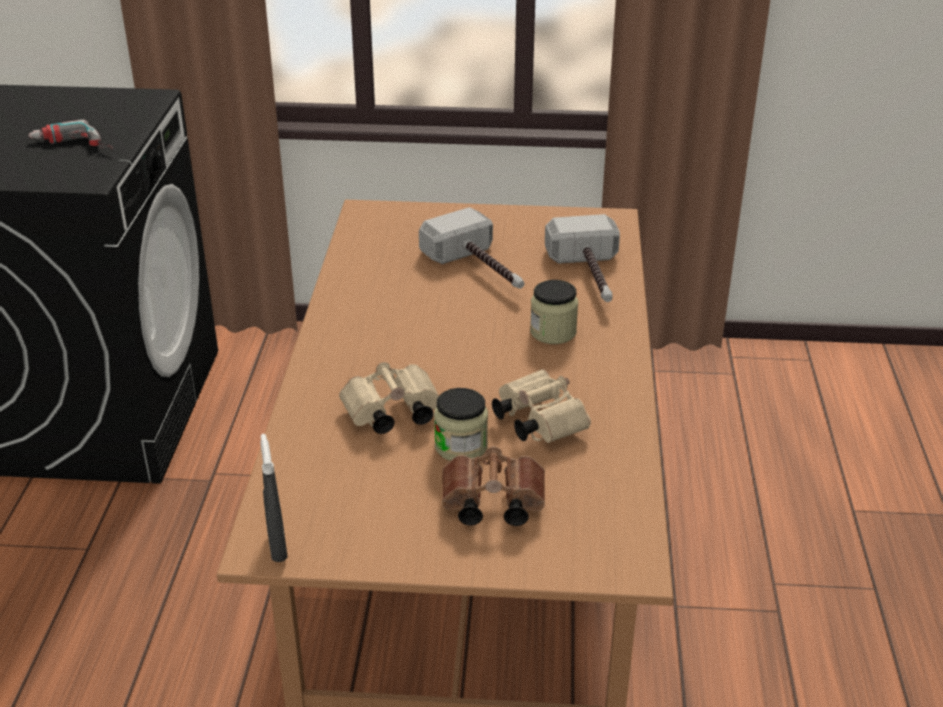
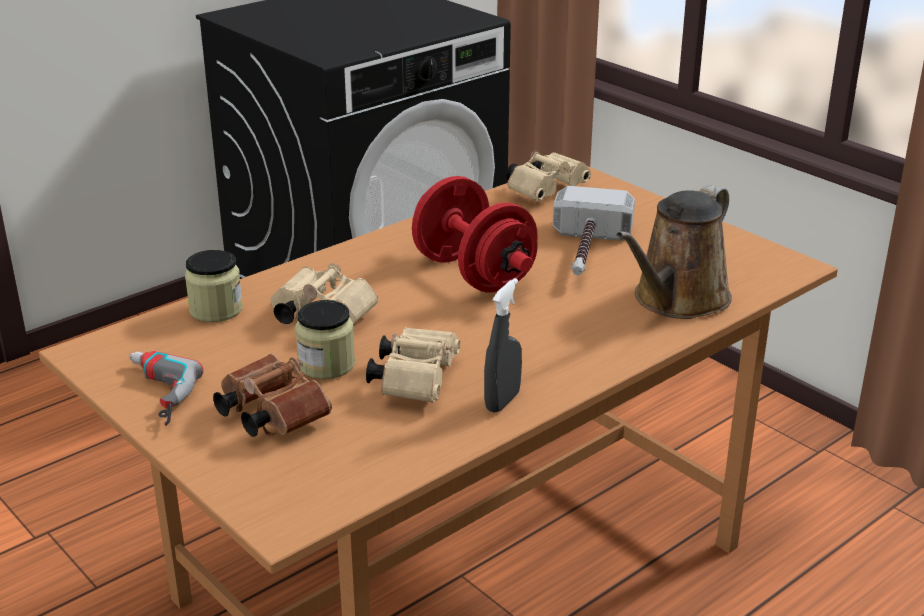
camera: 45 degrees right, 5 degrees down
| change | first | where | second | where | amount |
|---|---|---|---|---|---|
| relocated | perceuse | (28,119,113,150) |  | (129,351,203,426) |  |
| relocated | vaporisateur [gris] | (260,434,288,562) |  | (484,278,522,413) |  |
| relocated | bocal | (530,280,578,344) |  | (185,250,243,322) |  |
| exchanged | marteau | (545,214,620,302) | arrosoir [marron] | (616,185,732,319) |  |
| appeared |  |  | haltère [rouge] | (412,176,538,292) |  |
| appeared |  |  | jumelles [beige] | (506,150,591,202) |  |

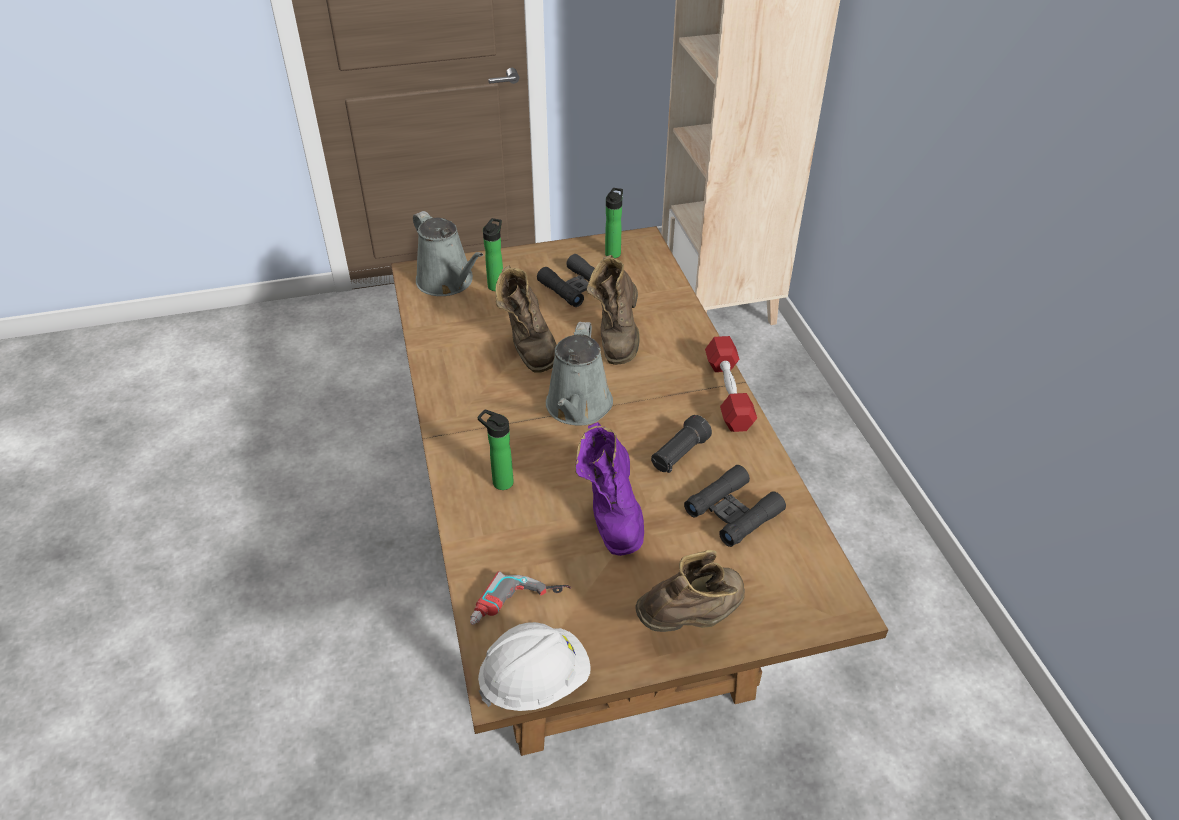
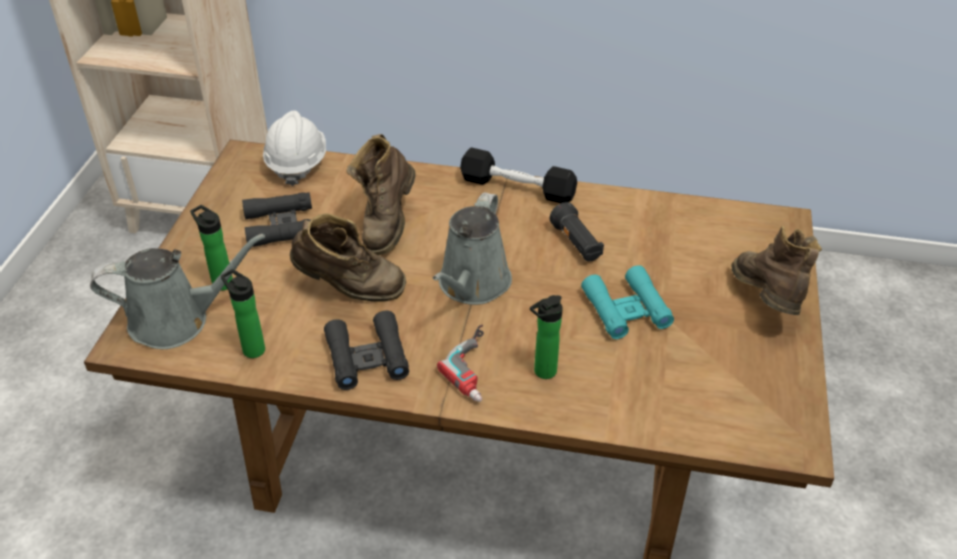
camera: 65 degrees left, 0 degrees up
| change | first | where | second | where | amount |
|---|---|---|---|---|---|
| relocated | perceuse | (470,571,572,625) |  | (437,325,484,402) |  |
| relocated | casque de chantier [blanc] | (478,622,591,711) |  | (263,110,326,186) |  |
| spun | arrosoir [gris] | (546,322,613,426) |  | (433,192,512,305) | 75 degrees clockwise |
| exchanged | botte [violet] | (575,422,644,556) | jumelles [turquoise] | (581,265,674,339) |  |
| spun | botte [marron] | (587,255,640,365) |  | (347,134,416,255) | 75 degrees clockwise |
| relocated | bouteille | (605,188,623,258) |  | (221,269,265,358) |  |
| relocated | jumelles [noir] | (684,465,786,547) |  | (324,310,409,390) |  |
| colour | haltère [rouge] | (705,336,757,432) | haltère [noir] | (460,147,577,203) |  |

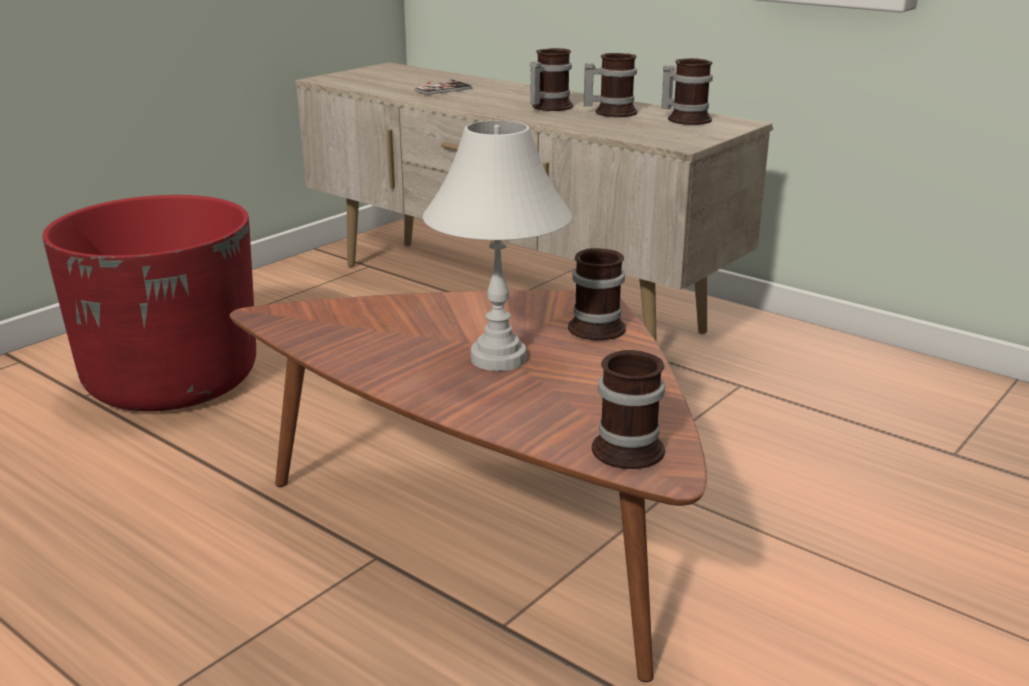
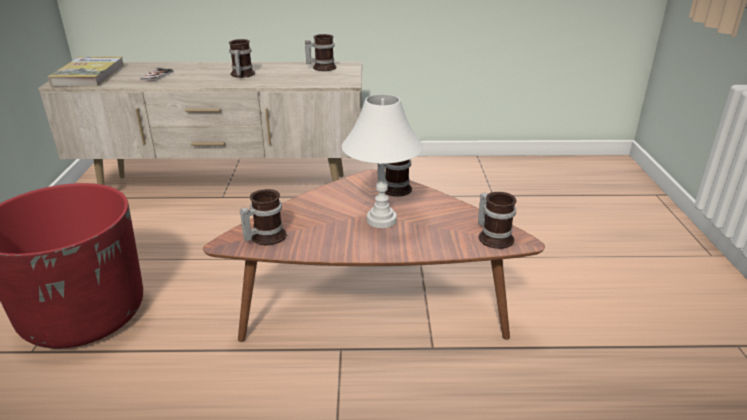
camera: 40 degrees left, 5 degrees up
| change | first | where | second | where | amount |
|---|---|---|---|---|---|
| relocated | mug | (584,53,637,117) |  | (240,189,287,245) |  |
| appeared |  |  | livre | (48,57,125,87) |  |

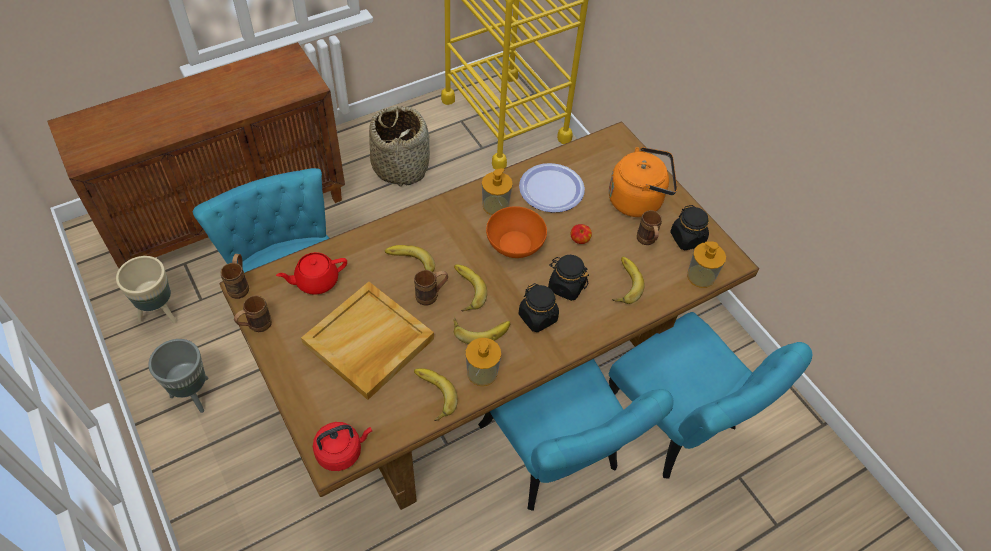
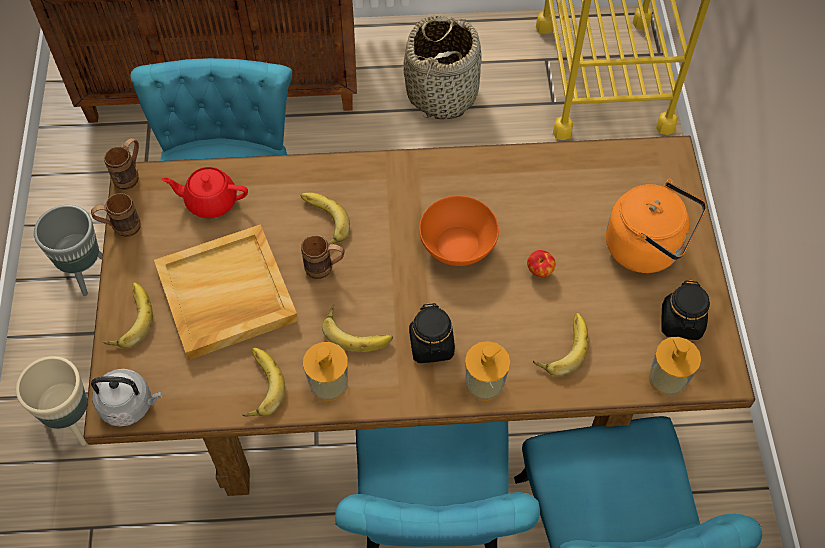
camera: 30 degrees right, 5 degrees up
| change | first | where | second | where | amount |
|---|---|---|---|---|---|
| relocated | cache-pot [beige] | (116,256,177,324) |  | (16,356,88,446) |  |
| colour | bouilloire [rouge] | (313,422,372,471) | bouilloire [gris] | (91,369,162,427) |  |
| relocated | banane | (454,264,487,311) |  | (103,282,153,348) |  |
| relocated | distributeur de savon | (482,168,513,215) |  | (465,341,510,401) |  |
| missing | assiette | (519,163,585,213) |  |  |  |
| missing | bocal [noir] | (548,255,589,301) |  |  |  |
| missing | mug [marron] | (637,210,662,245) |  |  |  |

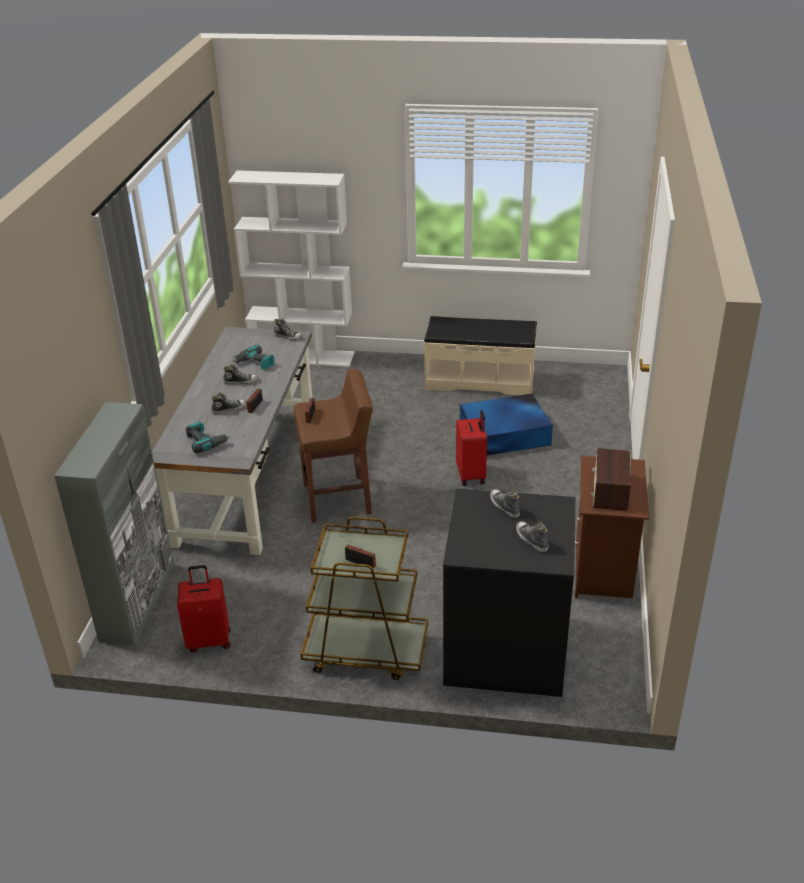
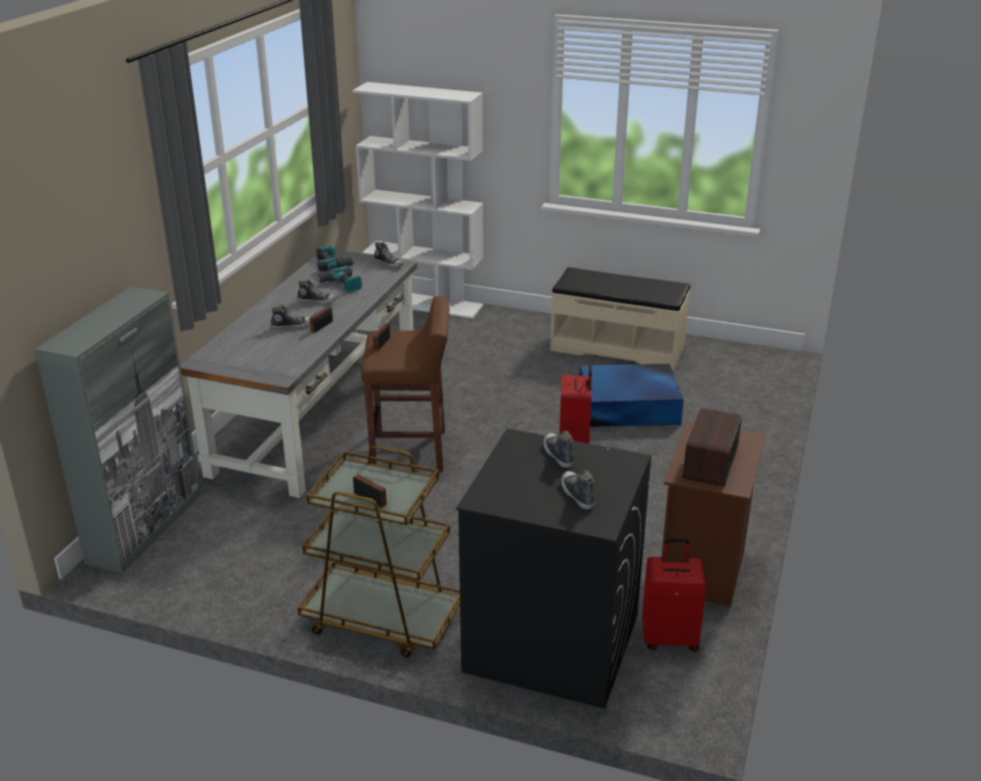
camera: 10 degrees right, 5 degrees down
| change | first | where | second | where | amount |
|---|---|---|---|---|---|
| relocated | valise [rouge] | (177,565,230,652) |  | (642,538,706,652) |  |
| relocated | perceuse | (186,422,230,454) |  | (316,246,357,271) |  |

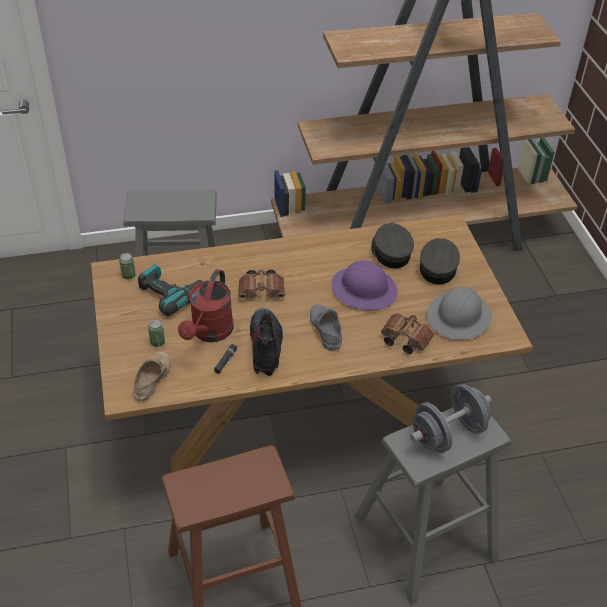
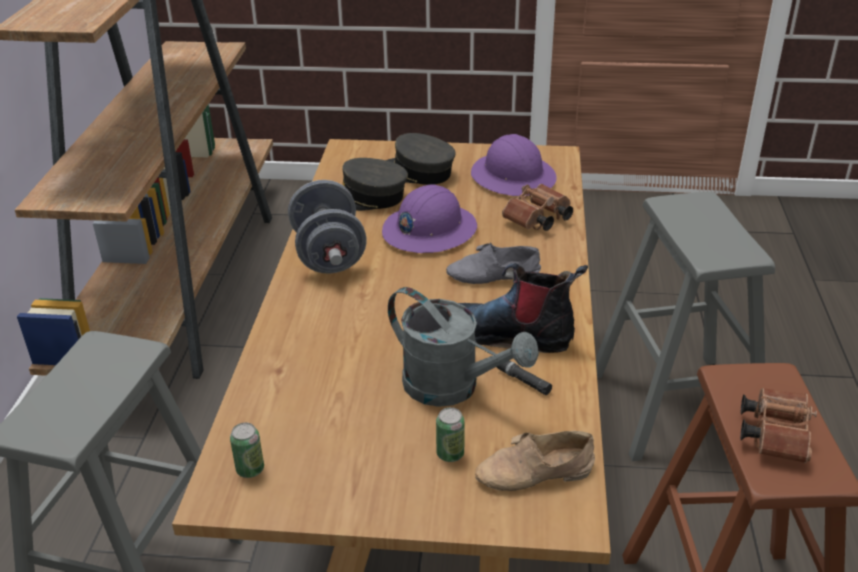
camera: 70 degrees left, 10 degrees down
| change | first | where | second | where | amount |
|---|---|---|---|---|---|
| spun | chaussure [beige] | (133,351,171,401) |  | (475,431,595,491) | 45 degrees counterclockwise |
| missing | perceuse | (138,264,205,316) |  |  |  |
| colour | arrosoir [rouge] | (178,269,233,342) | arrosoir [gris] | (388,287,539,407) |  |
| relocated | jumelles [marron] | (238,269,285,299) |  | (740,388,817,463) |  |
| relocated | haltère [gris] | (410,384,492,453) |  | (288,180,367,274) |  |
| colour | casque de chantier [gris] | (427,286,492,340) | casque de chantier [violet] | (471,134,557,196) |  |

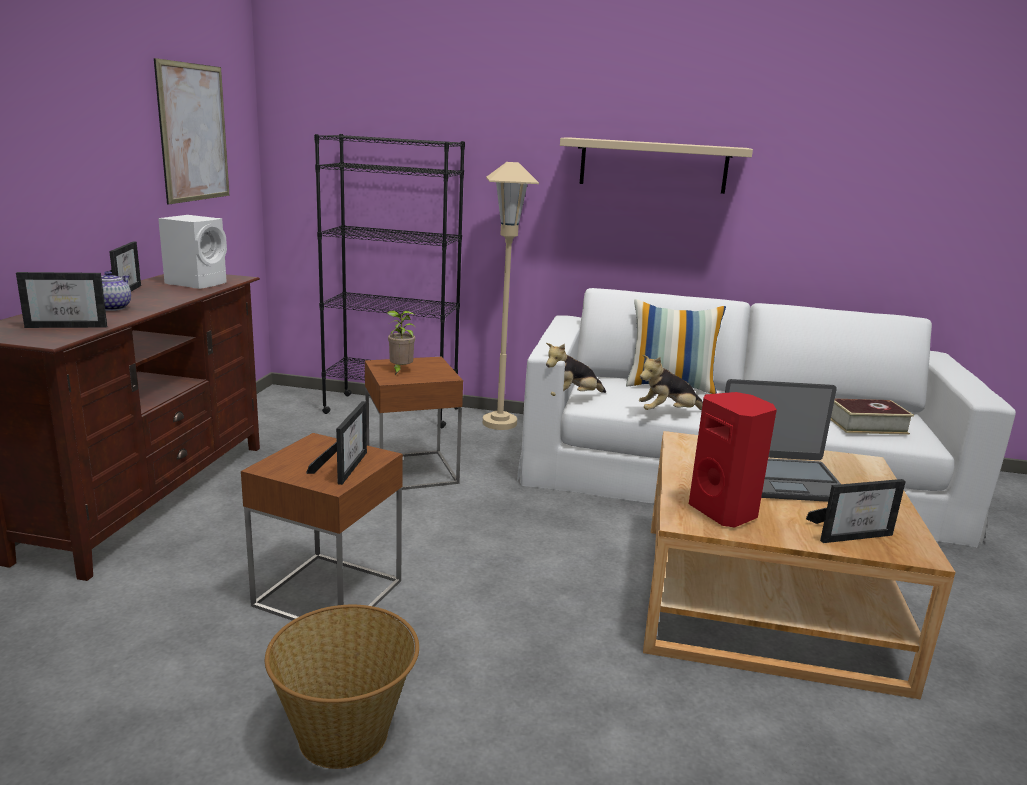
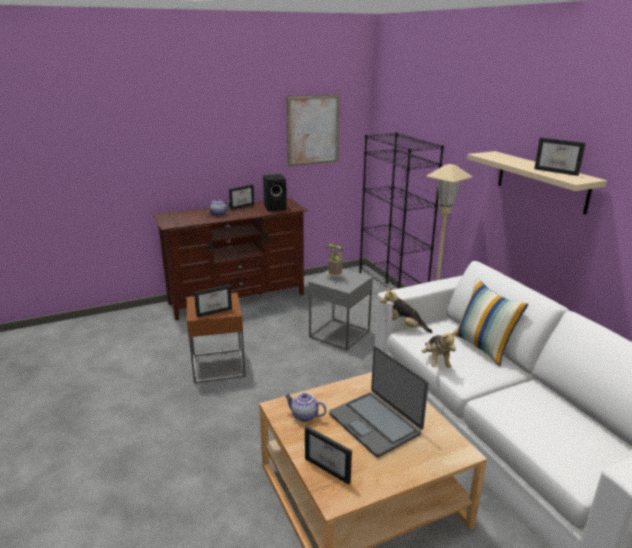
camera: 55 degrees right, 5 degrees up
| change | first | where | second | where | amount |
|---|---|---|---|---|---|
| relocated | cadre photo | (16,272,107,328) |  | (534,138,586,176) |  |
| colour | enceinte [blanc] | (158,215,227,289) | enceinte [noir] | (263,174,287,211) |  |
| missing | panier | (265,605,419,769) |  |  |  |
| colour | table d'appoint [marron] | (365,357,463,490) | table d'appoint [gris] | (308,268,373,351) |  |
| spun | peluche | (639,355,703,410) |  | (422,331,456,368) | 135 degrees counterclockwise |
| exchanged | enceinte [rouge] | (689,392,777,528) | théière | (284,393,326,422) |  |
| missing | livre | (831,399,914,435) |  |  |  |

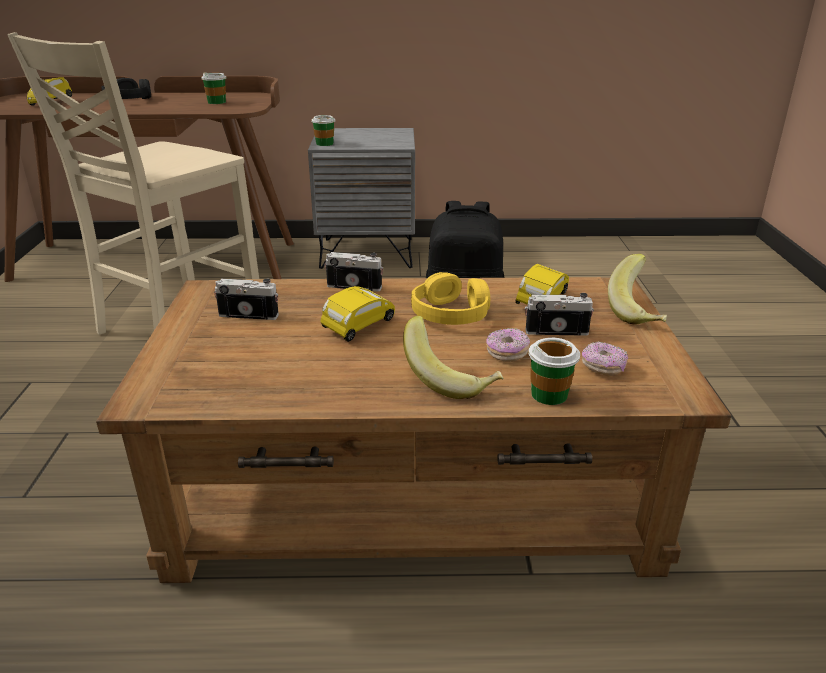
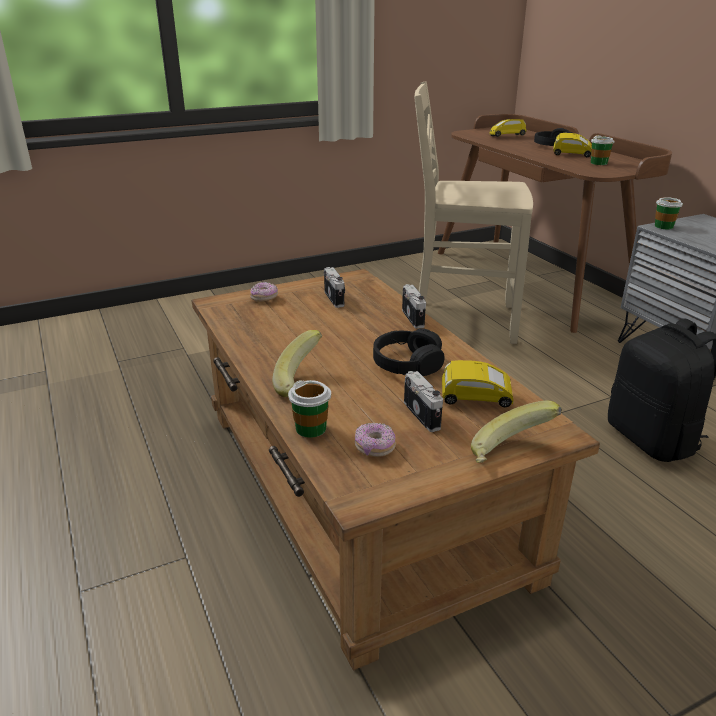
camera: 65 degrees right, 0 degrees up
| change | first | where | second | where | amount |
|---|---|---|---|---|---|
| relocated | petite voiture [jaune] | (320,286,395,342) |  | (553,133,592,157) |  |
| colour | casque audio [jaune] | (411,272,490,325) | casque audio [noir] | (373,328,444,376) |  |
| relocated | beignet | (486,328,530,362) |  | (250,282,278,302) |  |

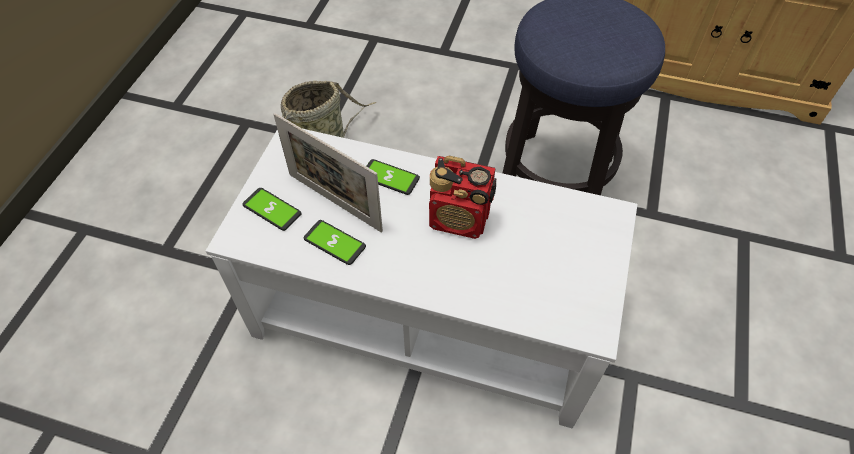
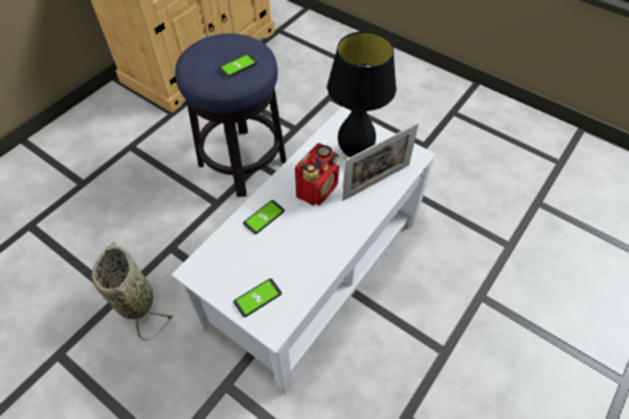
camera: 70 degrees left, 0 degrees up
| change | first | where | second | where | amount |
|---|---|---|---|---|---|
| relocated | cadre photo | (273,113,383,233) |  | (342,123,419,201) |  |
| relocated | téléphone | (304,220,366,265) |  | (219,54,258,77) |  |
| appeared |  |  | lampe de table [noir] | (327,31,396,157) |  |

